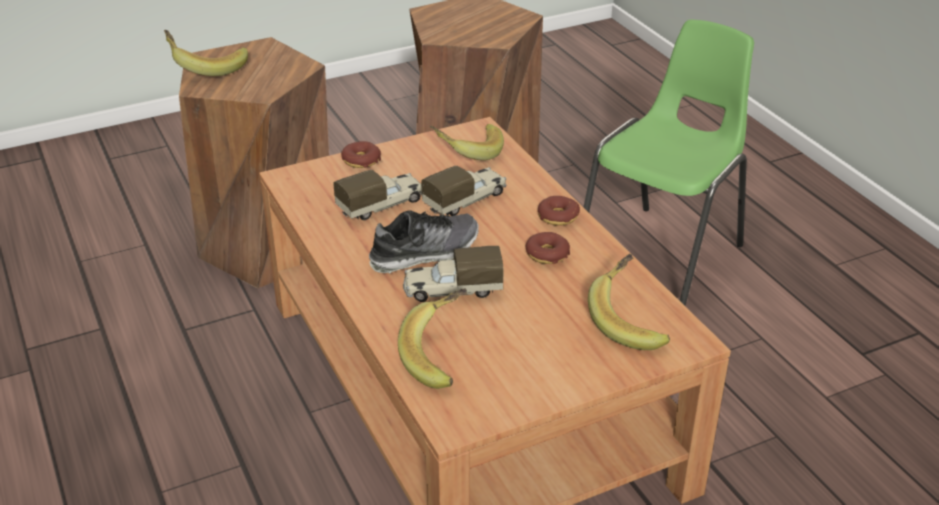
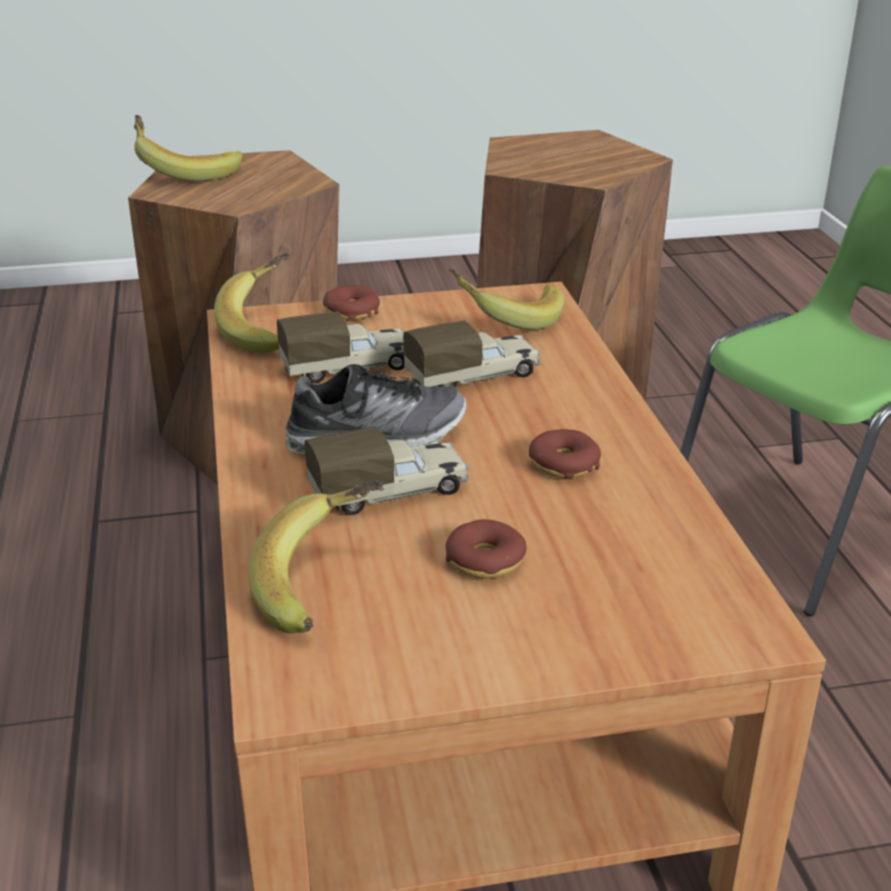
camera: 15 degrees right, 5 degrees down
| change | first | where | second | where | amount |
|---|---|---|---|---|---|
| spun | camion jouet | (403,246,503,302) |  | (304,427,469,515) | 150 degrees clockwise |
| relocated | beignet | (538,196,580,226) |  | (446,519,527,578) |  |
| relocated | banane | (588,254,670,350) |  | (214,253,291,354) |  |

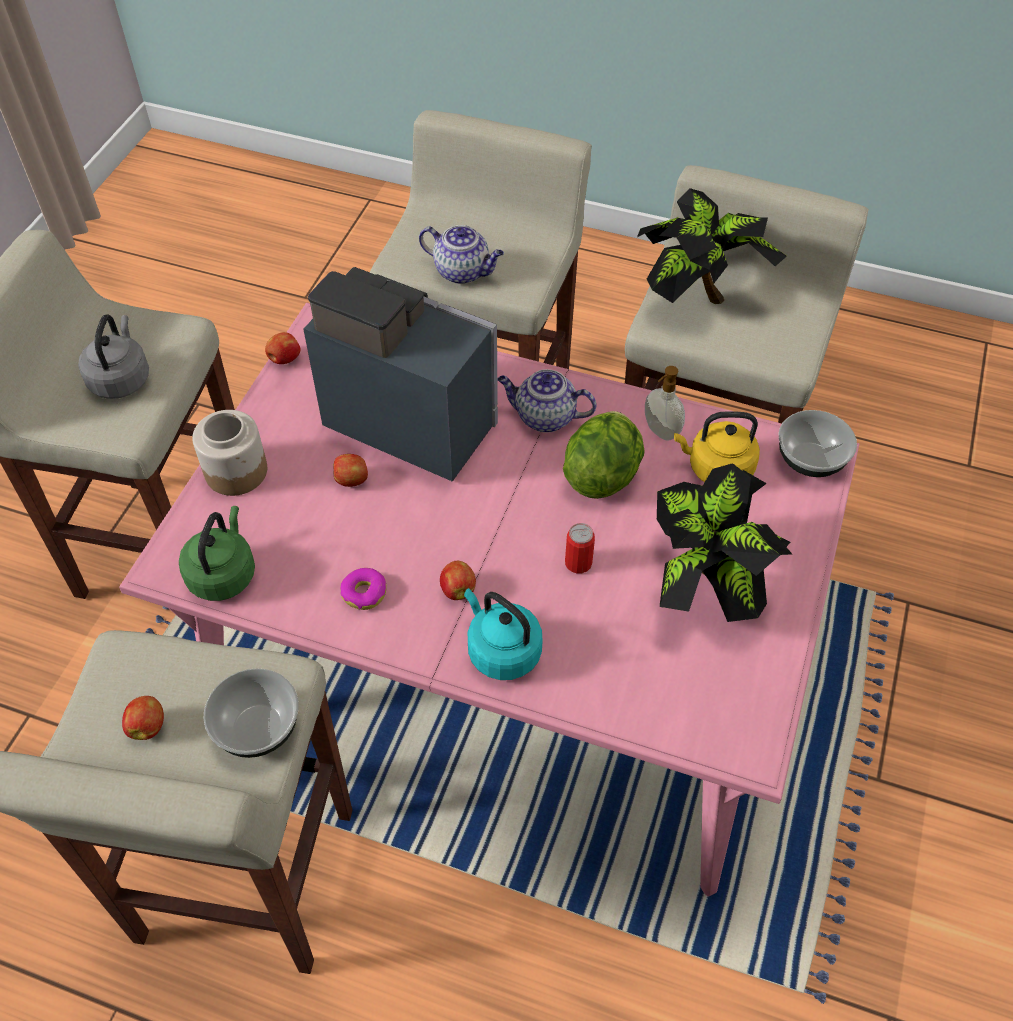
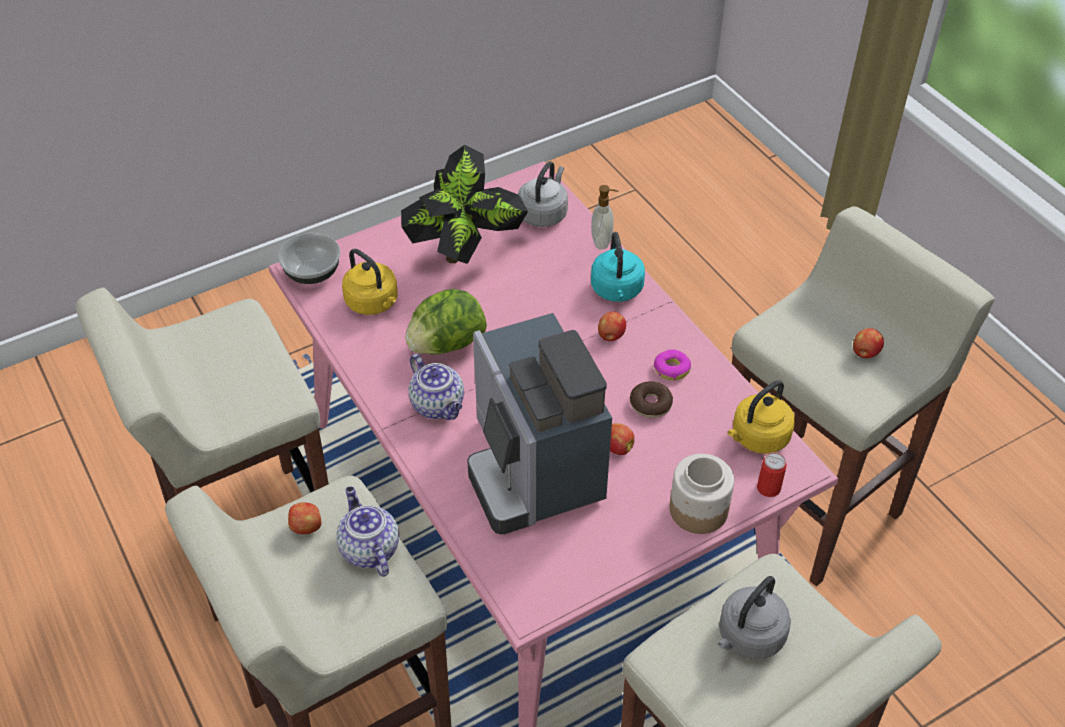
camera: 140 degrees left, 5 degrees down
| change | first | where | second | where | amount |
|---|---|---|---|---|---|
| colour | bouilloire [vert] | (179,506,255,601) | bouilloire [jaune] | (728,380,795,454) |  |
| missing | bol | (204,668,299,758) |  |  |  |
| relocated | pomme | (265,332,300,364) |  | (288,502,321,534) |  |
| relocated | boîte métallique | (565,523,595,573) |  | (757,452,787,497) |  |
| missing | plante en pot | (637,188,787,304) |  |  |  |
| relocated | distributeur de savon | (645,366,685,441) |  | (591,185,618,250) |  |
| appeared |  |  | bouilloire [gris] | (518,161,568,227) |  |
| appeared |  |  | beignet | (630,381,673,418) |  |

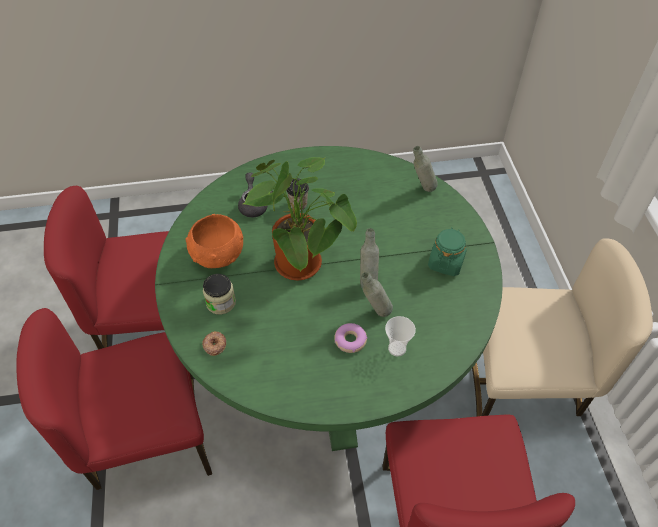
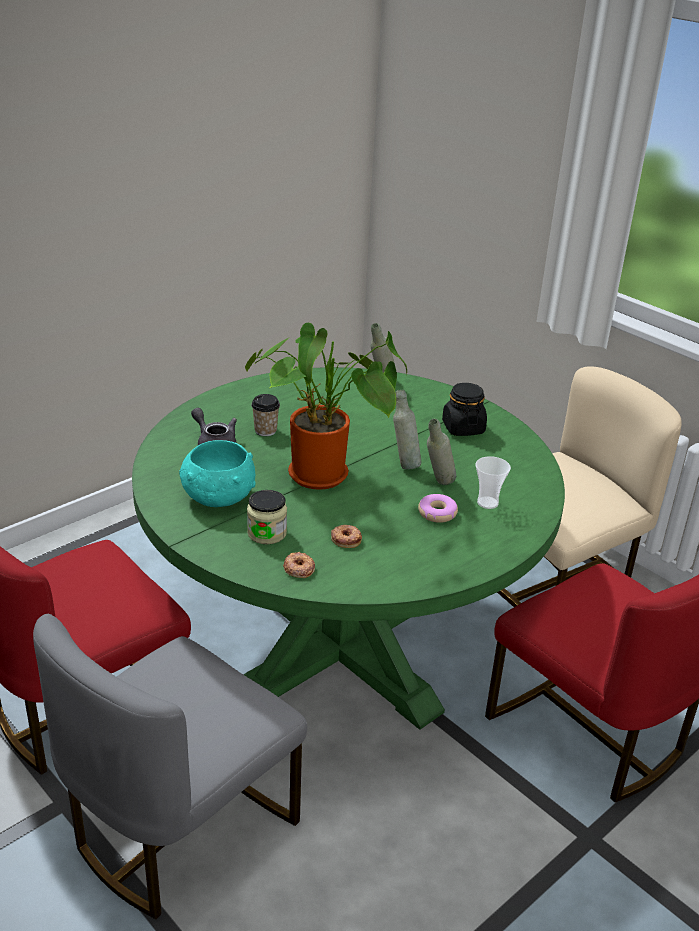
camera: 35 degrees left, 20 degrees down
| change | first | where | second | where | amount |
|---|---|---|---|---|---|
| colour | chaise [rouge] | (16,308,212,490) | chaise [gris] | (33,614,307,919) |  |
| colour | bol [orange] | (185,214,243,268) | bol [turquoise] | (179,440,256,507) |  |
| colour | bocal [vert] | (428,228,467,276) | bocal [noir] | (442,383,487,436) |  |
| appeared |  |  | beignet | (331,525,362,548) |  |

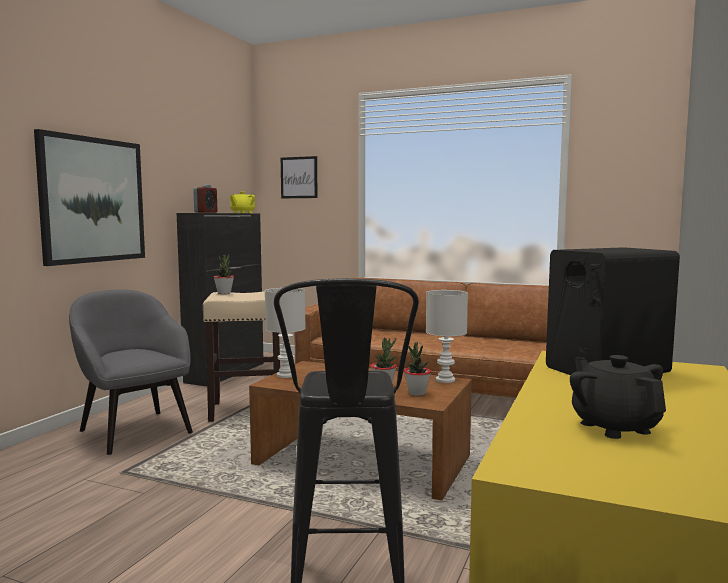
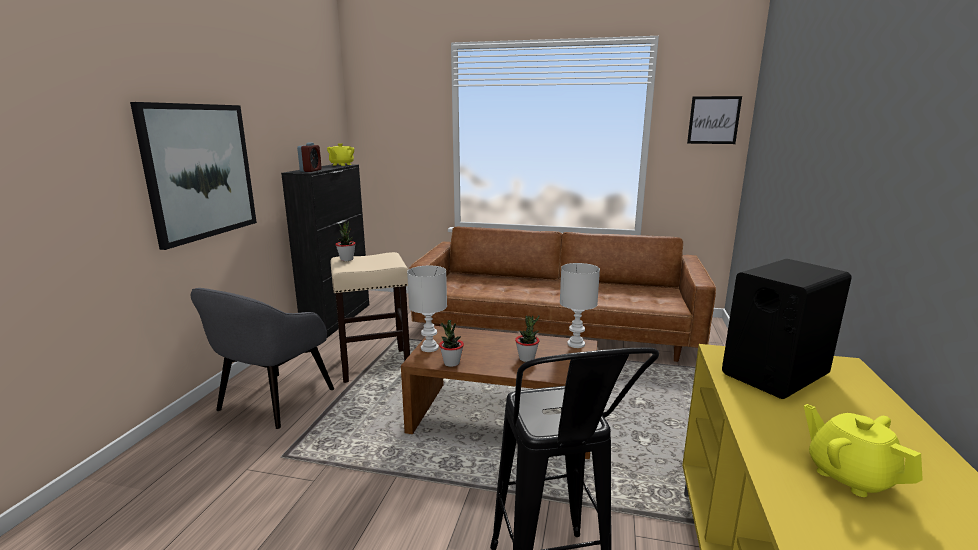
camera: 10 degrees left, 10 degrees up
| change | first | where | second | where | amount |
|---|---|---|---|---|---|
| spun | fauteuil [gris] | (69,290,193,455) |  | (191,288,334,429) | 105 degrees counterclockwise |
| relocated | tableau | (281,156,318,198) |  | (687,96,742,144) |  |
| relocated | plante en pot | (404,342,431,396) |  | (439,320,464,367) |  |
| colour | théière [noir] | (570,355,666,439) | théière [jaune] | (804,404,923,497) |  |

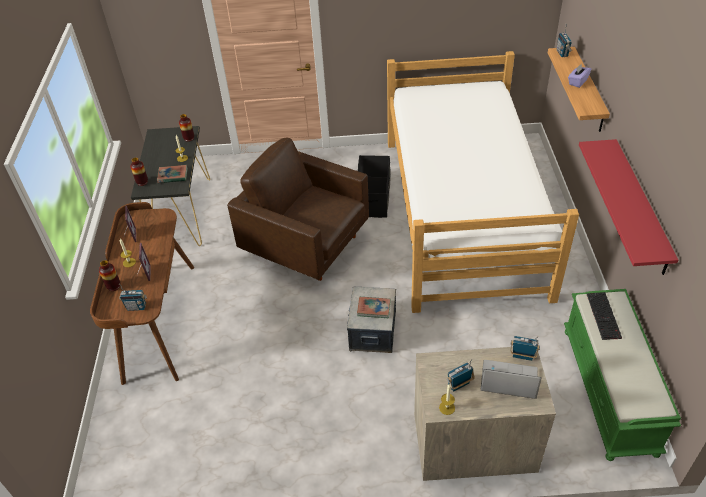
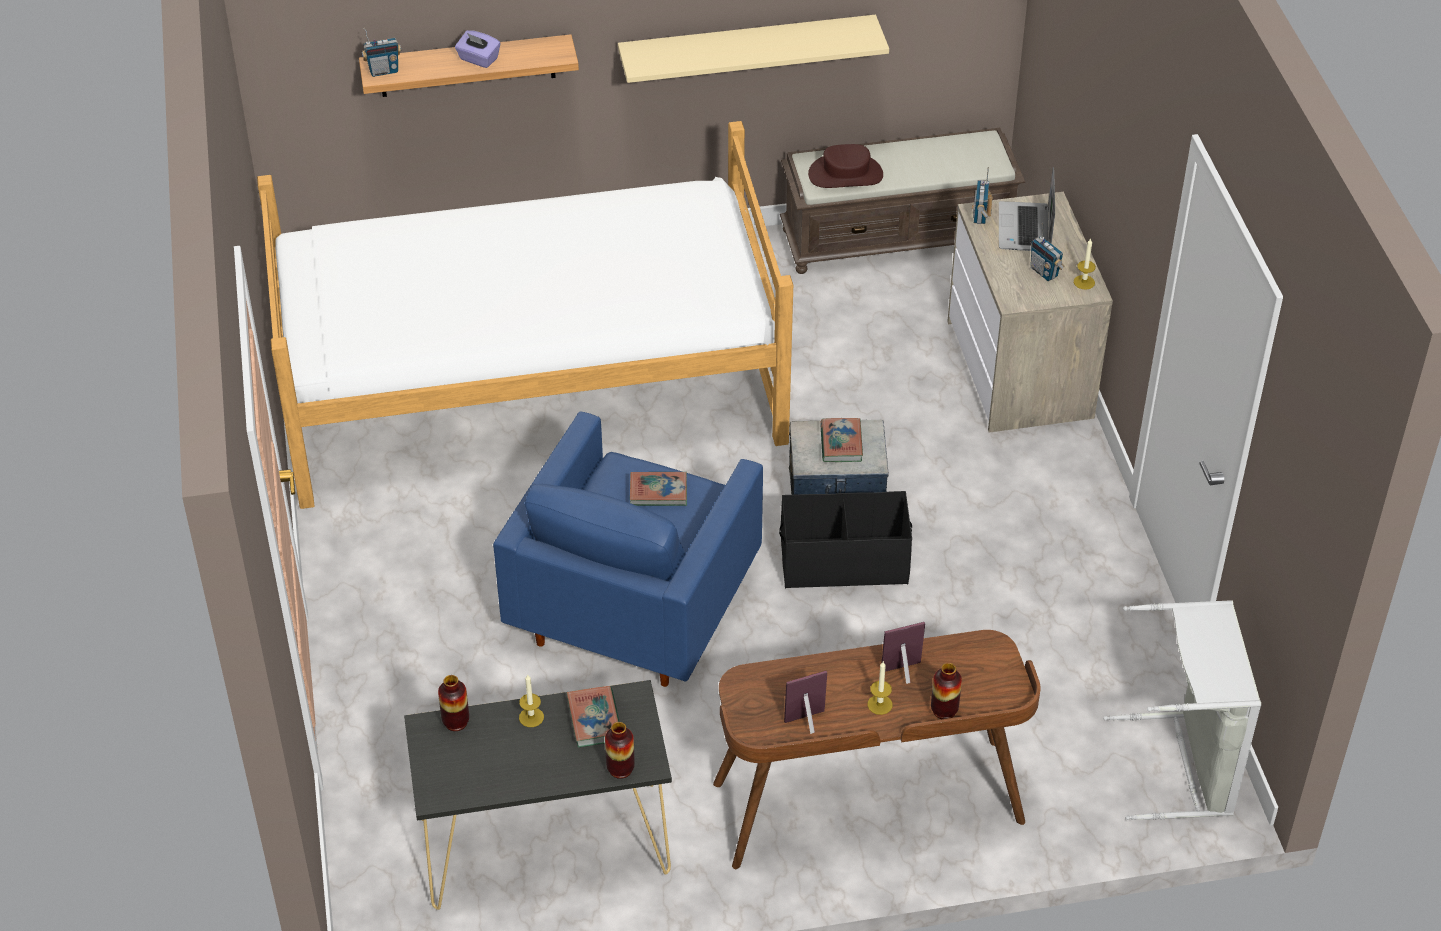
camera: 100 degrees left, 0 degrees up
| change | first | where | second | where | amount |
|---|---|---|---|---|---|
| missing | radio | (119,284,147,311) |  |  |  |
| colour | fauteuil [marron] | (227,138,369,281) | fauteuil [bleu] | (493,412,763,687) |  |
| relocated | boîte de rangement [noir] | (358,155,390,218) |  | (779,491,912,589) |  |
| colour | banc [vert] | (564,289,681,461) | banc [marron] | (780,127,1025,274) |  |
| colour | étagère [rouge] | (579,139,678,275) | étagère [beige] | (618,15,889,83) |  |
| exchanged | clavier | (587,292,622,340) | chapeau [marron] | (808,144,883,188) |  |
| appeared |  |  | livre | (630,472,687,506) |  |
| appeared |  |  | panier à linge [gris] | (1103,600,1261,820) |  |

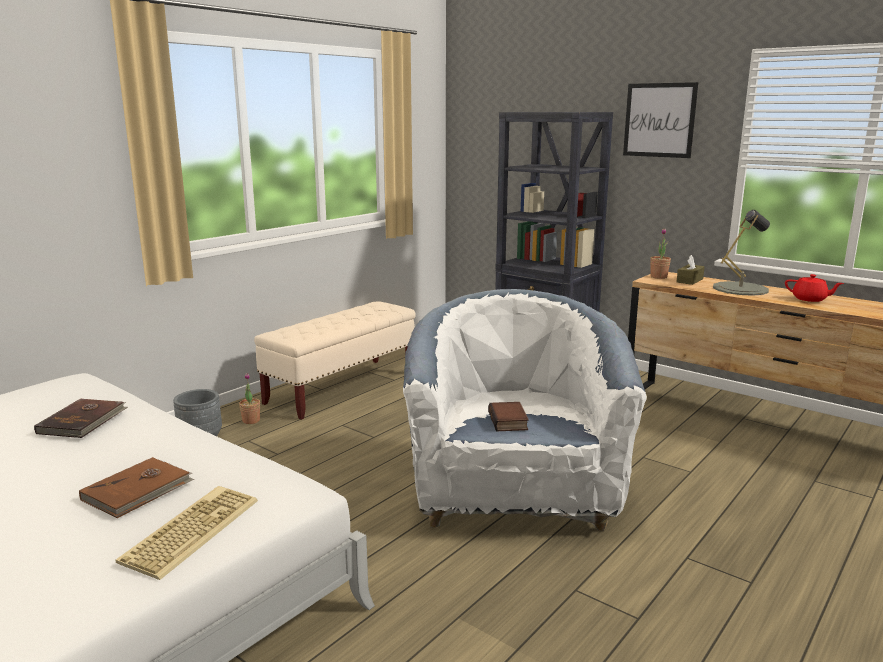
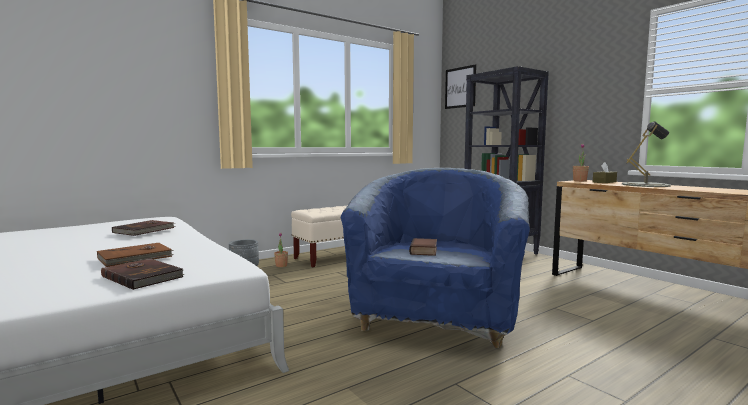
camera: 15 degrees right, 10 degrees down
| change | first | where | second | where | amount |
|---|---|---|---|---|---|
| exchanged | clavier | (116,486,258,580) | livre [marron] | (101,258,184,290) |  |
| colour | fauteuil [blanc] | (403,289,647,531) | fauteuil [bleu] | (341,168,530,348) |  |
| relocated | tableau | (623,82,698,158) |  | (445,64,476,109) |  |
| missing | théière [rouge] | (785,274,844,302) |  |  |  |

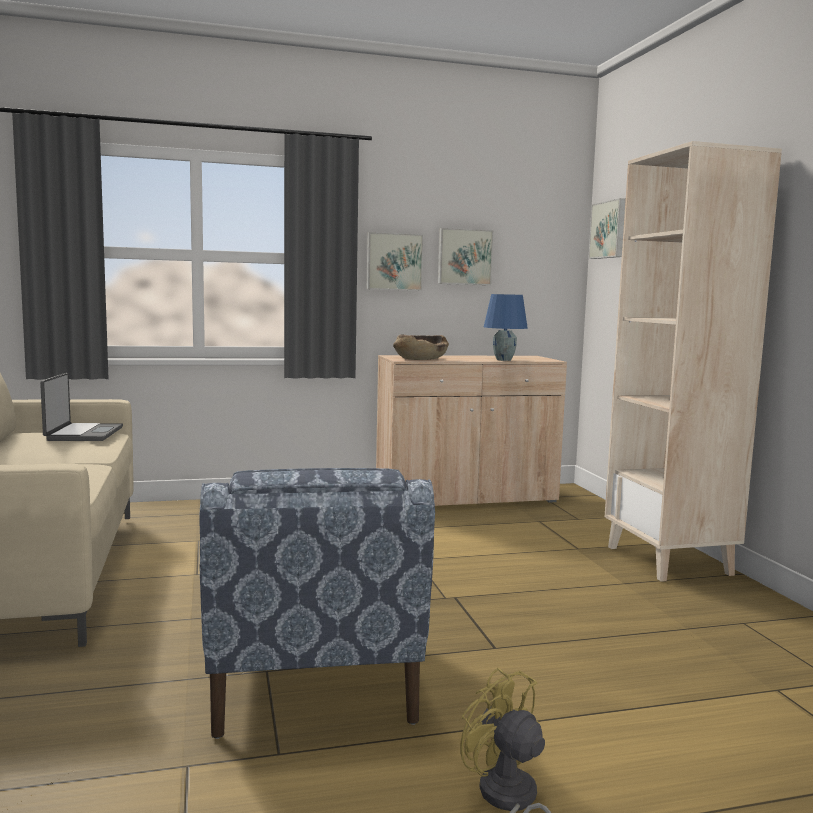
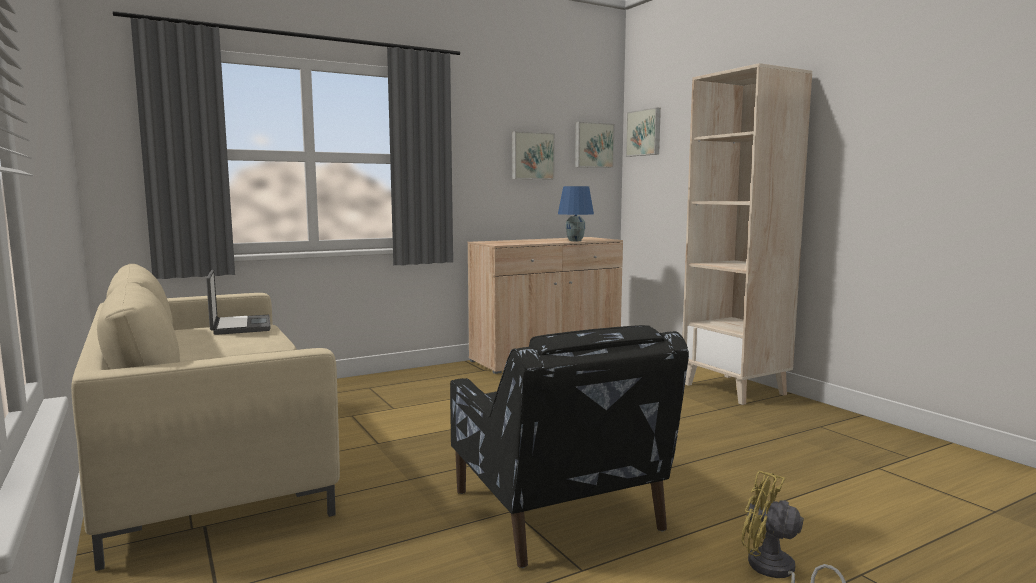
camera: 15 degrees left, 0 degrees up
| change | first | where | second | where | amount |
|---|---|---|---|---|---|
| colour | fauteuil [bleu] | (199,468,435,739) | fauteuil [noir] | (450,325,689,568) |  |
| relocated | tableau | (367,232,424,291) |  | (575,122,615,168) |  |
| missing | bol [marron] | (393,334,449,360) |  |  |  |

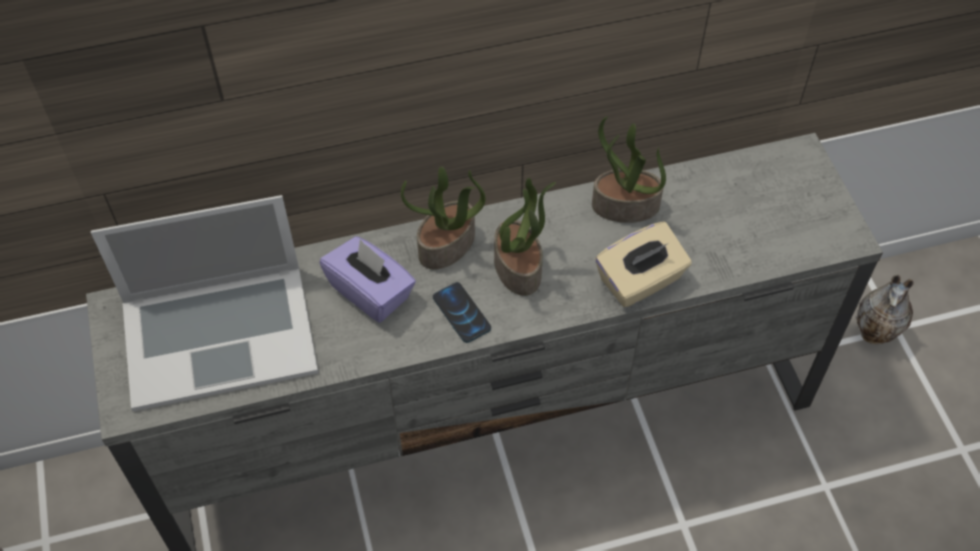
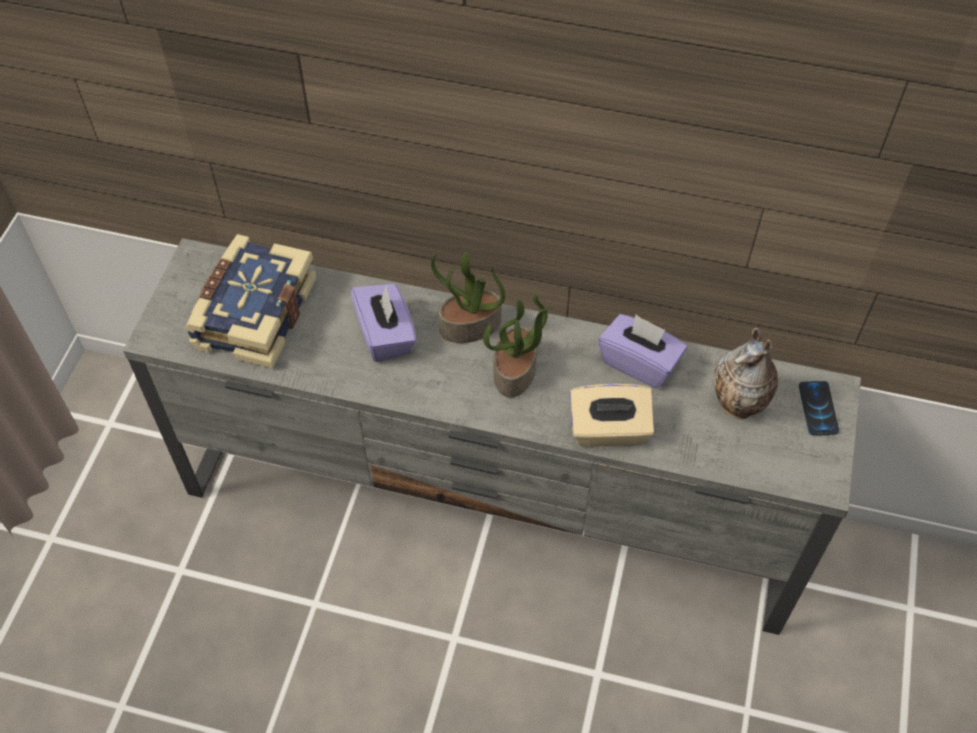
camera: 30 degrees right, 0 degrees up
| change | first | where | second | where | amount |
|---|---|---|---|---|---|
| exchanged | ordinateur portable | (91,195,318,412) | livre | (185,234,317,369) |  |
| relocated | téléphone | (433,282,491,343) |  | (799,381,839,435) |  |
| exchanged | plante en pot | (592,117,666,223) | boîte à mouchoirs [violet] | (598,314,687,388) |  |
| relocated | vase | (856,274,914,344) |  | (714,328,778,419) |  |

